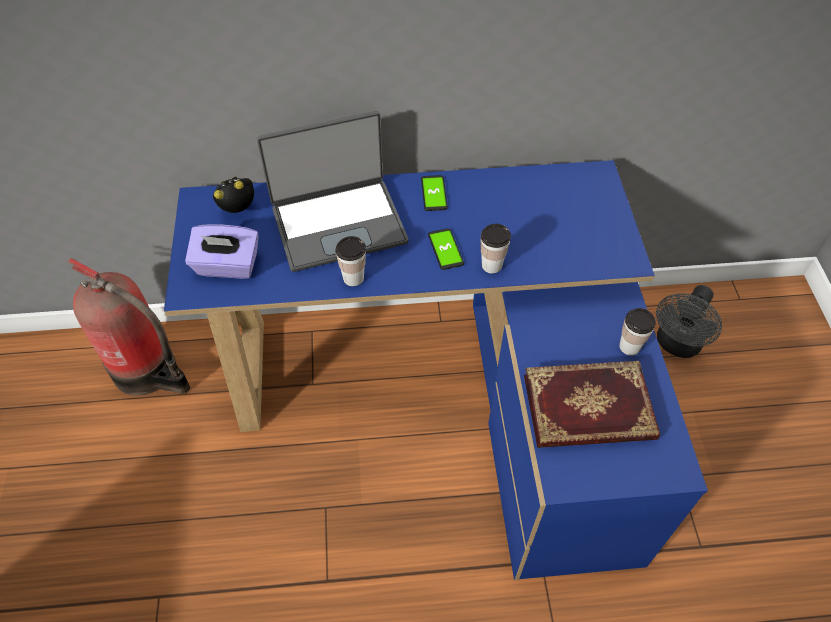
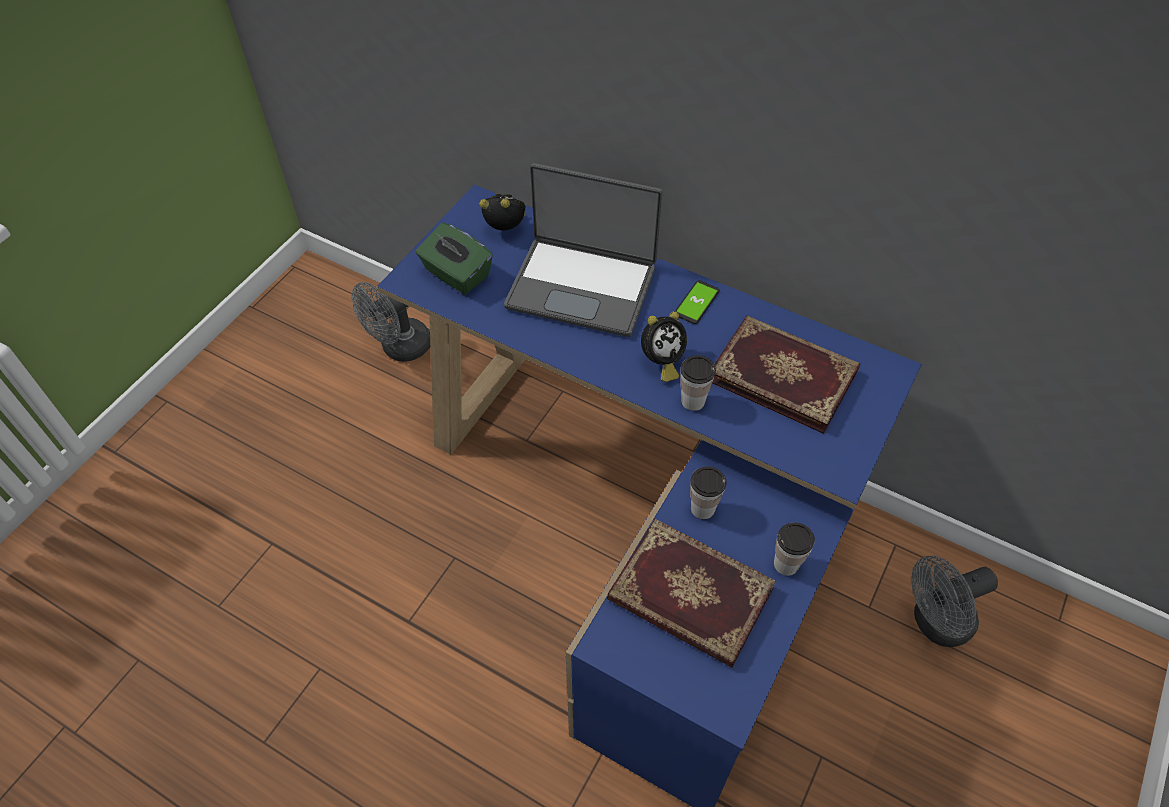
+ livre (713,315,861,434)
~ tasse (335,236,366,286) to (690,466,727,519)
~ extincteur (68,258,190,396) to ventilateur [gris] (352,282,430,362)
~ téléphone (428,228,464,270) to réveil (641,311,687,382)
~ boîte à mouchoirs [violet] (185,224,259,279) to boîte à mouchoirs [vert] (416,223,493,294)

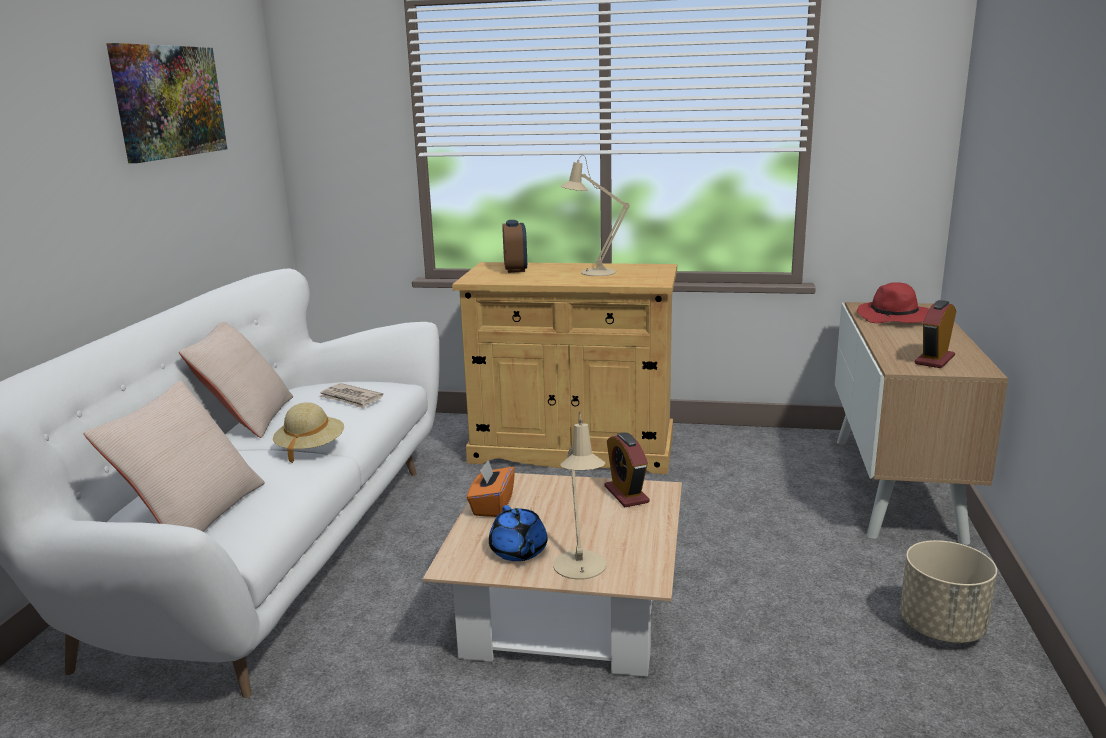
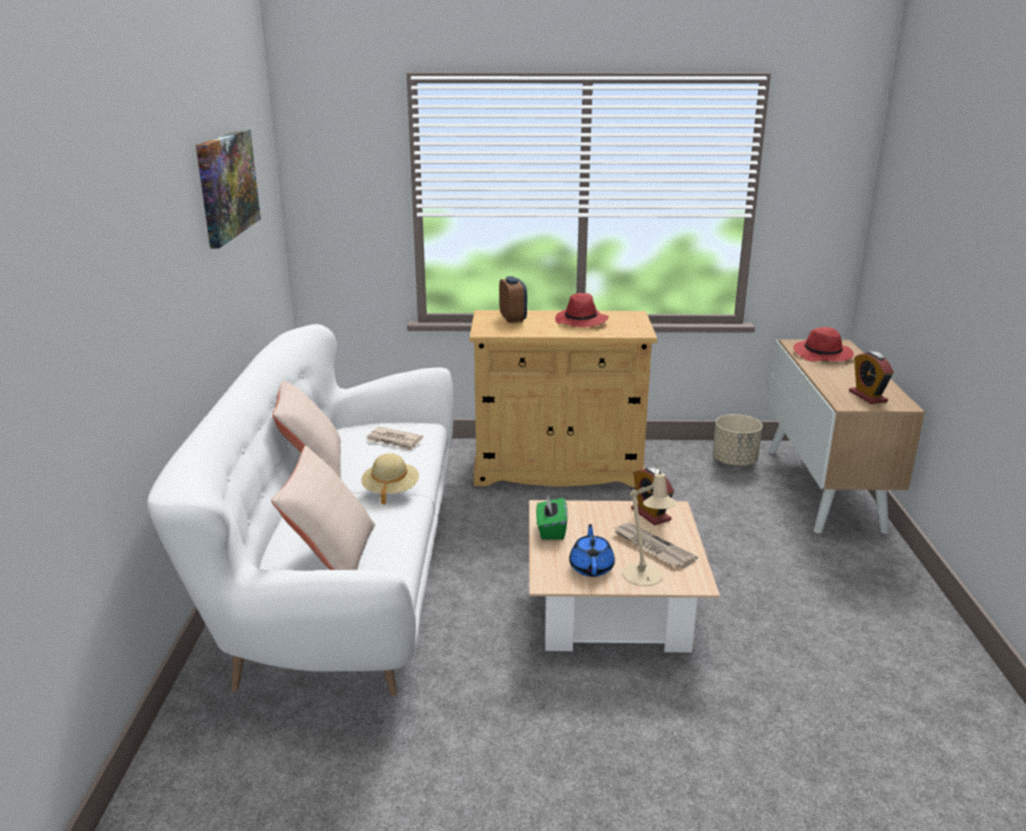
+ journal (613,523,698,568)
~ cache-pot [beige] (900,540,997,643) to (713,414,762,466)
~ lampe de table [beige] (561,155,630,276) to chapeau [rouge] (555,293,609,327)
~ boîte à mouchoirs [orange] (467,460,515,517) to boîte à mouchoirs [vert] (536,496,568,540)
~ théière [bleu] (489,505,548,561) = (569,524,615,577) 150 degrees counterclockwise
~ réveil (915,300,956,368) = (849,351,894,404) 45 degrees counterclockwise

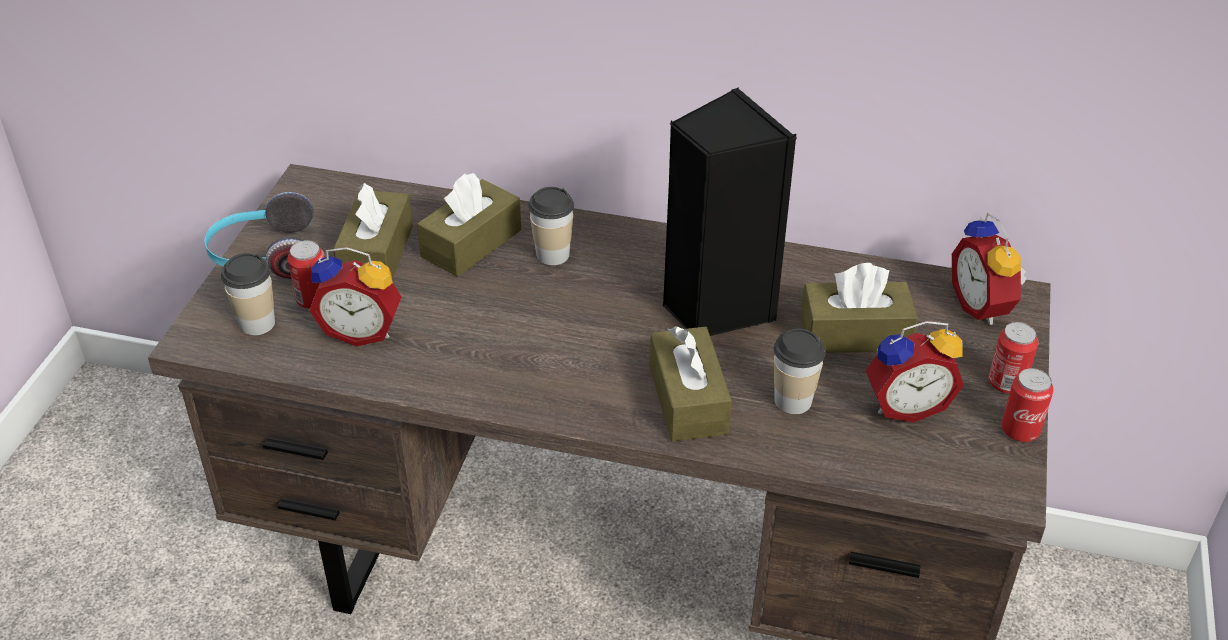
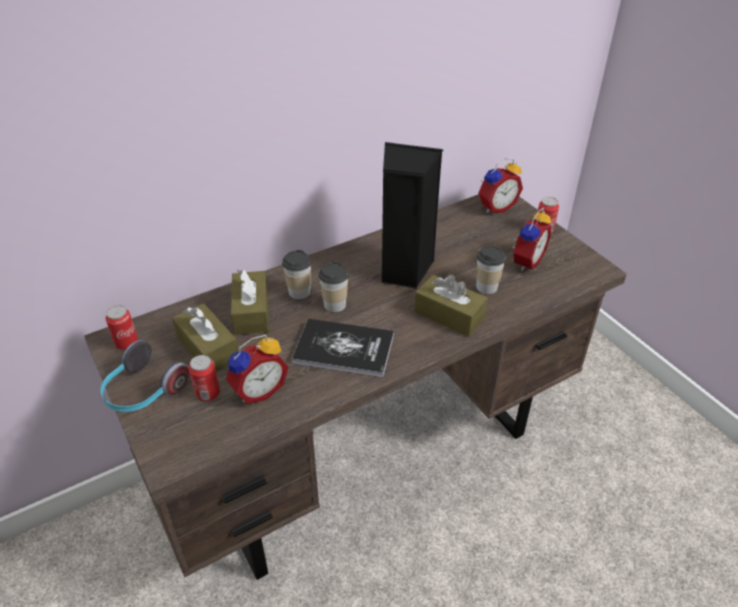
- boîte à mouchoirs [marron] (800,263,918,353)
+ livre (292,319,394,377)
~ tasse (221,253,275,335) to (319,262,348,313)
~ boîte métallique (1001,368,1054,442) to (106,306,138,350)
~ réveil (952,212,1027,325) = (478,158,523,213) 60 degrees counterclockwise

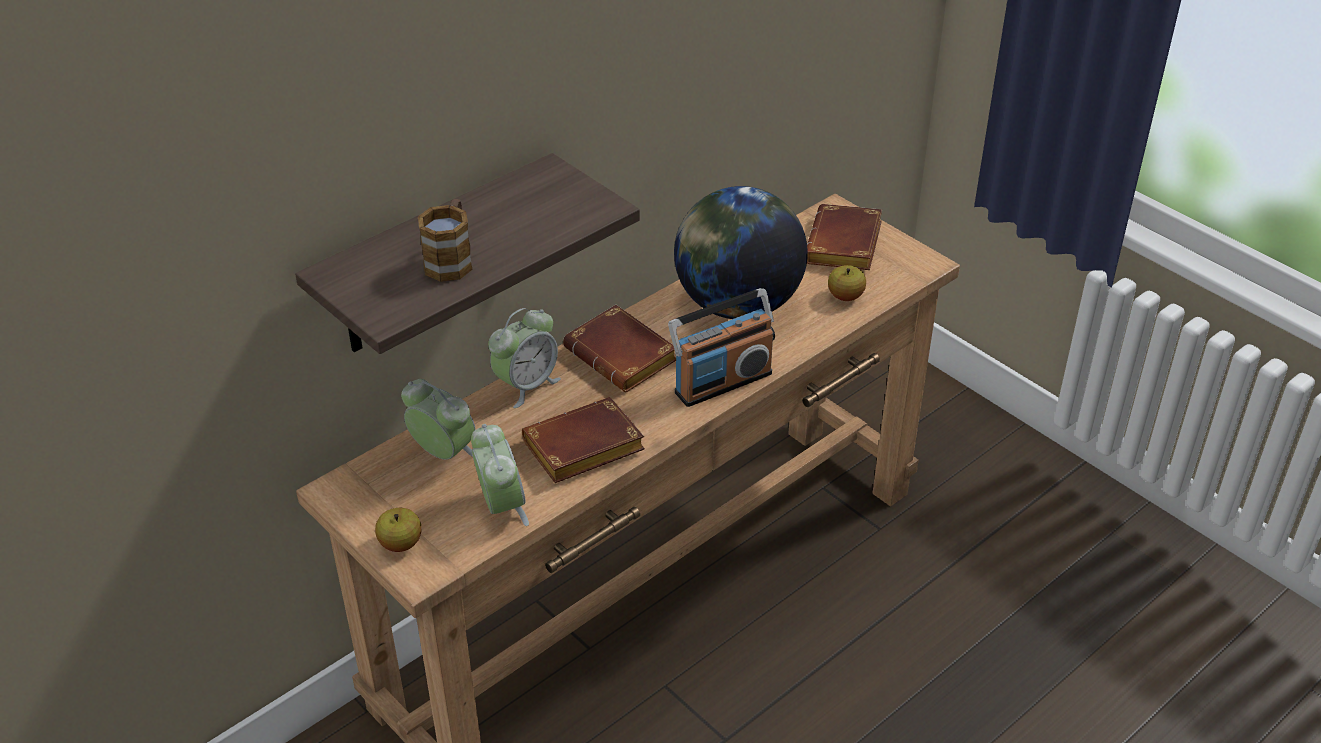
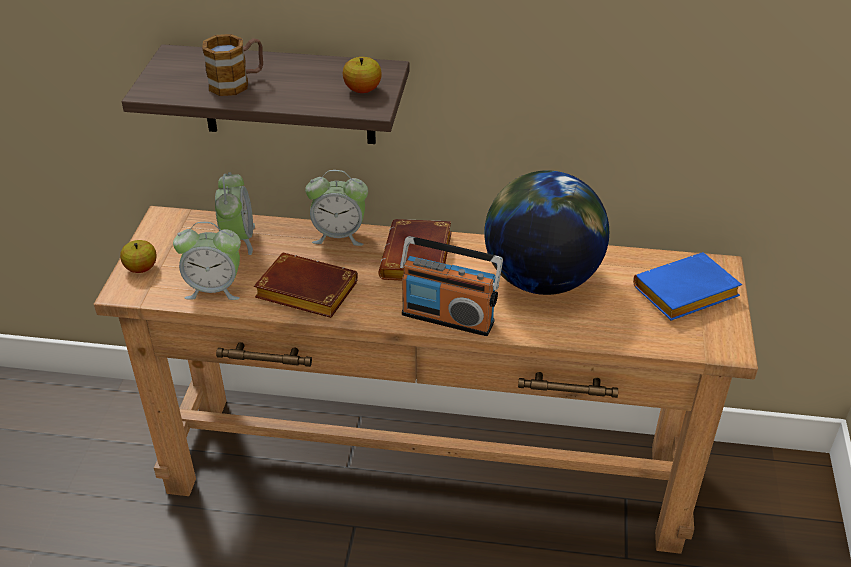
~ pomme (828,265,866,301) to (343,57,382,93)
~ livre [marron] (807,204,882,270) to livre [bleu] (633,252,742,321)
~ réveil (471,424,529,526) = (173,222,241,300) 60 degrees clockwise

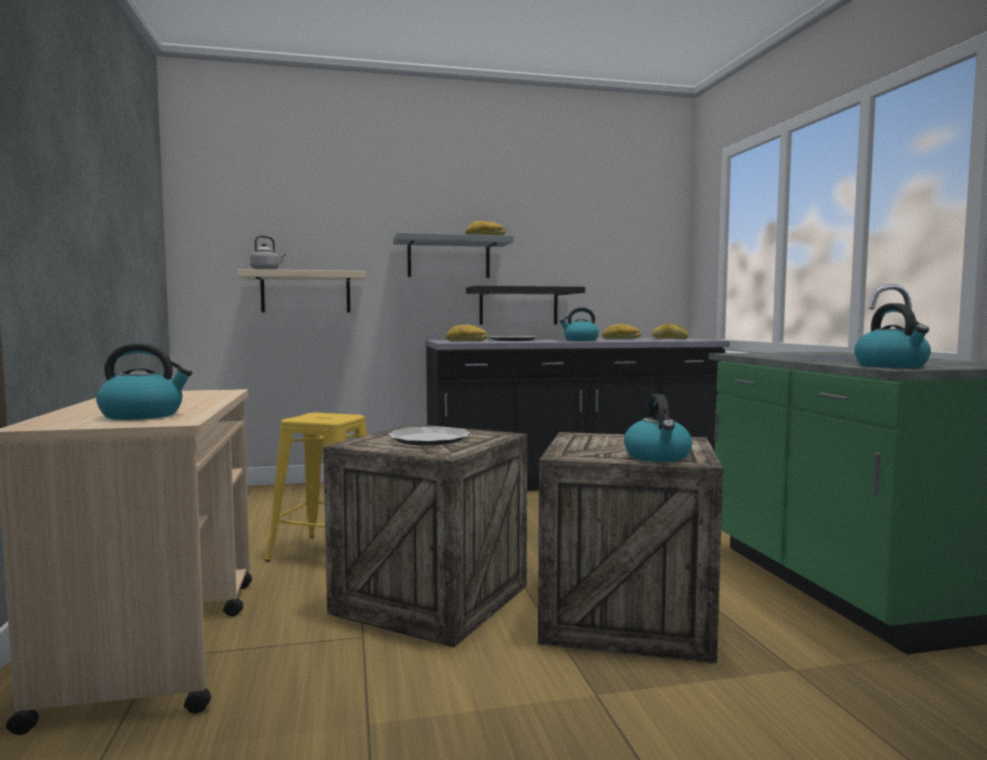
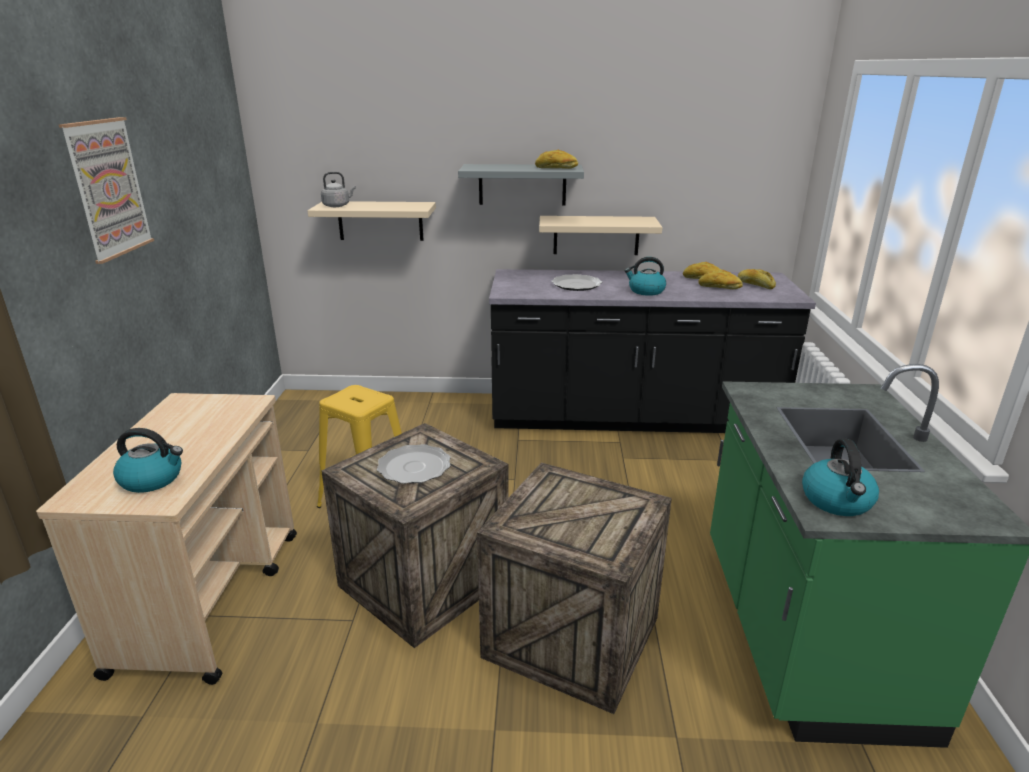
- bouilloire (624,394,692,462)
+ tableau (59,117,154,264)
~ pain (446,324,488,341) to (698,270,743,289)
~ étagère [noir] (466,285,585,325) to étagère [beige] (539,216,662,255)

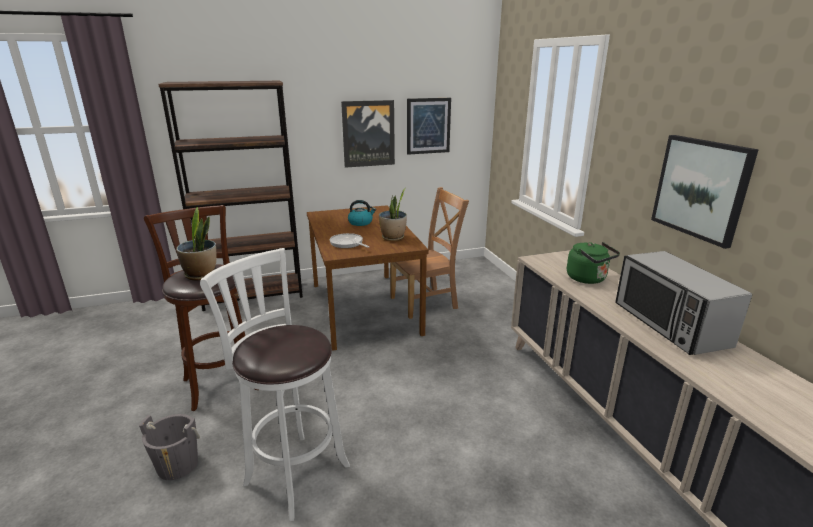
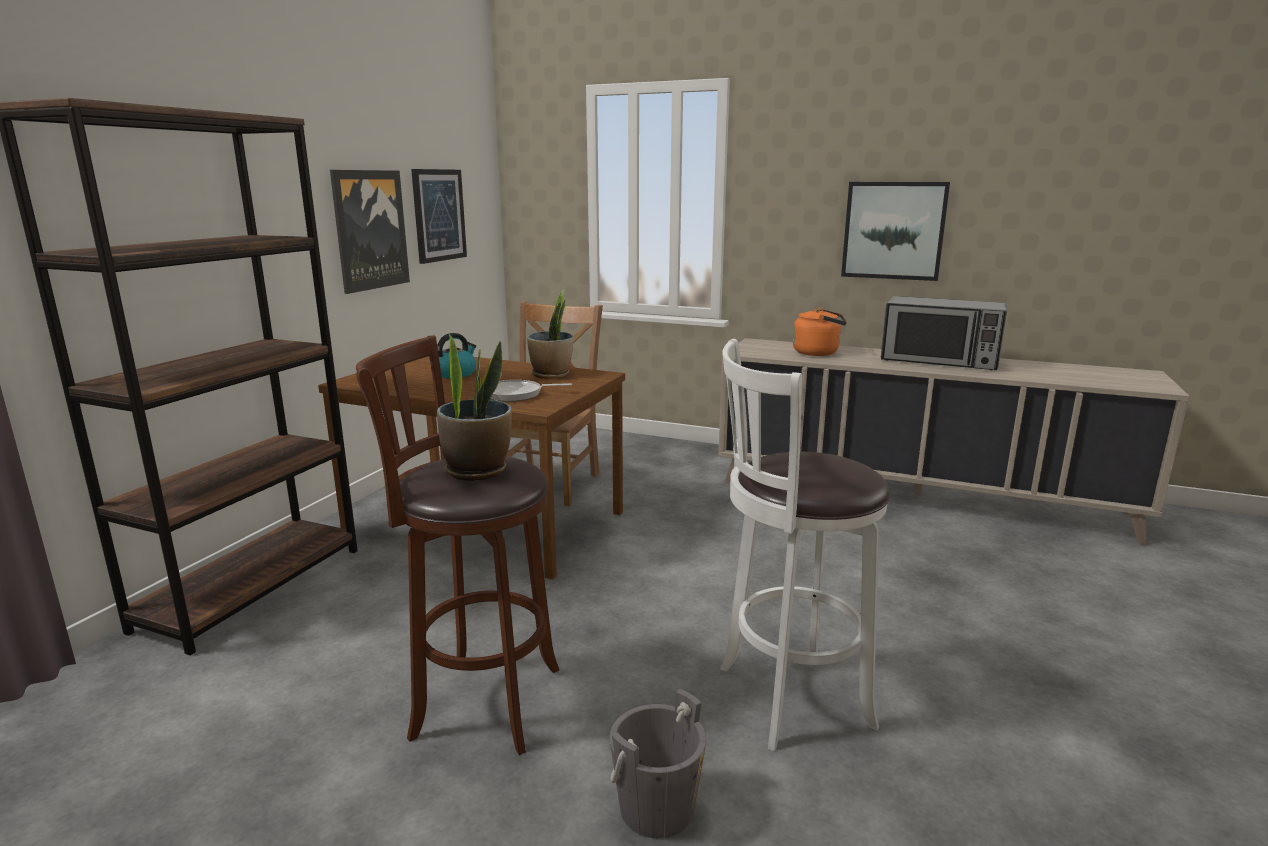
~ bouilloire [vert] (567,242,620,284) to bouilloire [orange] (793,308,847,356)

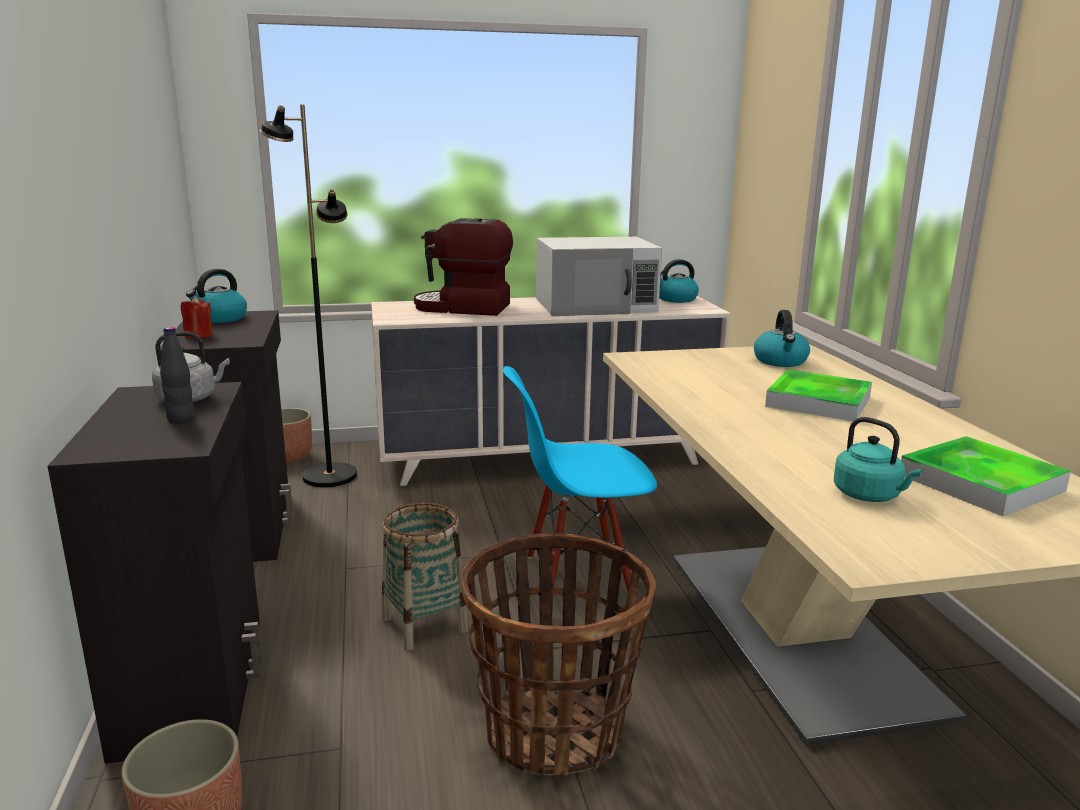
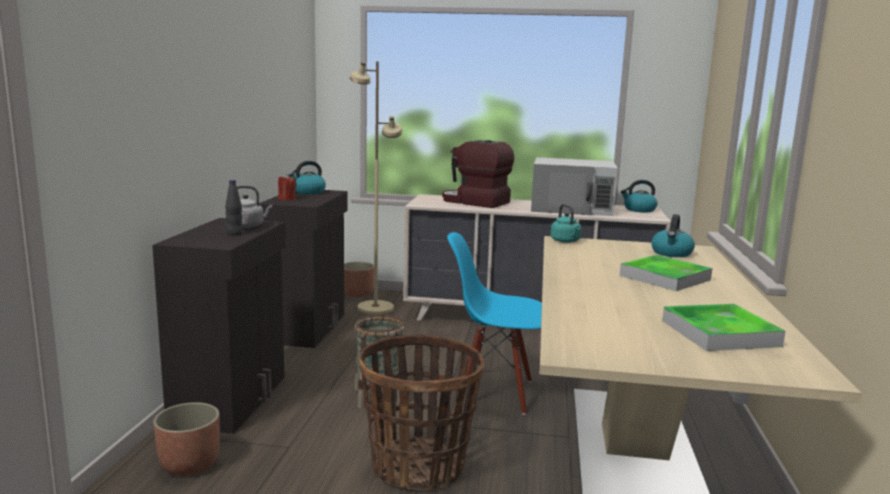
~ bouilloire [turquoise] (834,417,922,502) to (551,204,582,243)
~ lampadaire [noir] (260,105,357,487) to lampadaire [beige] (350,61,402,315)

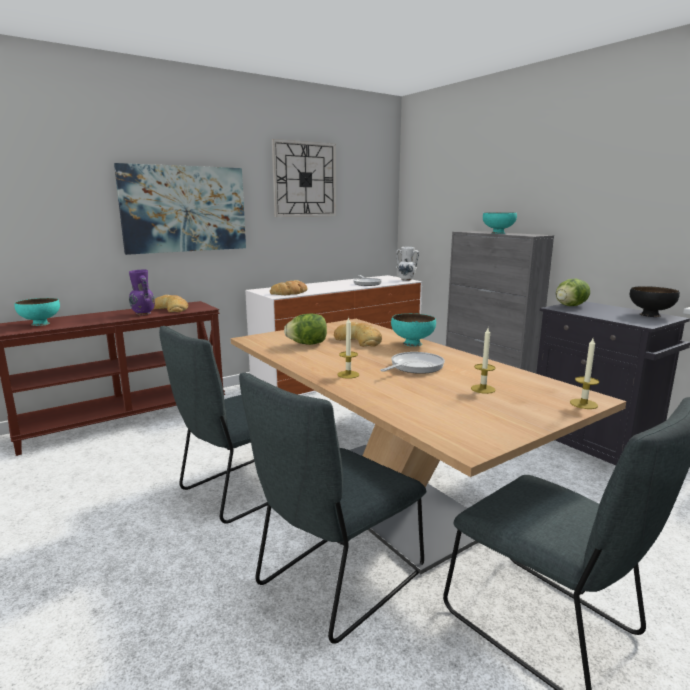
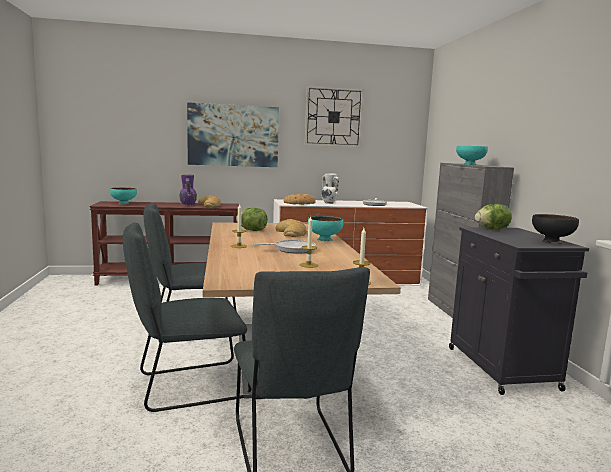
~ vase [blanc] (396,247,419,281) to (321,173,339,204)

